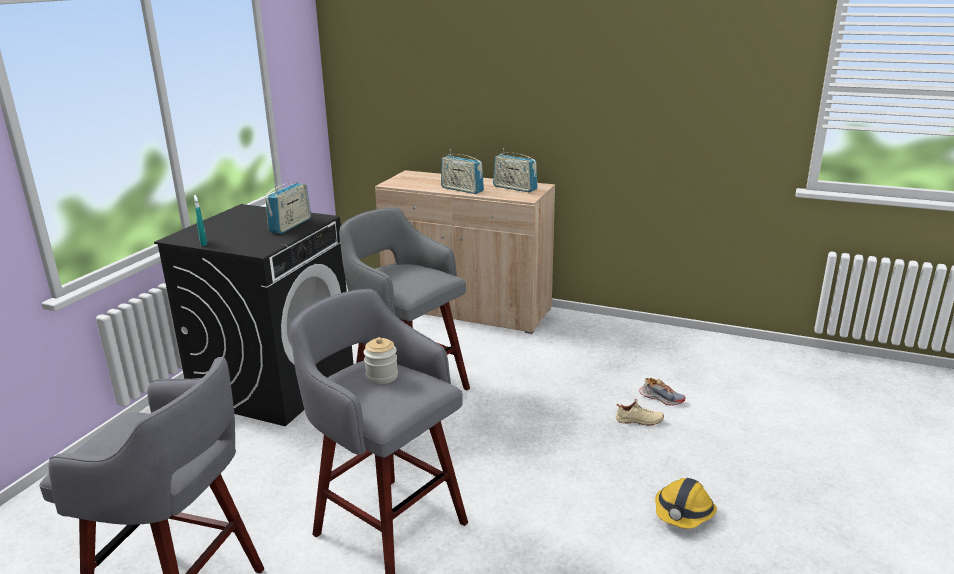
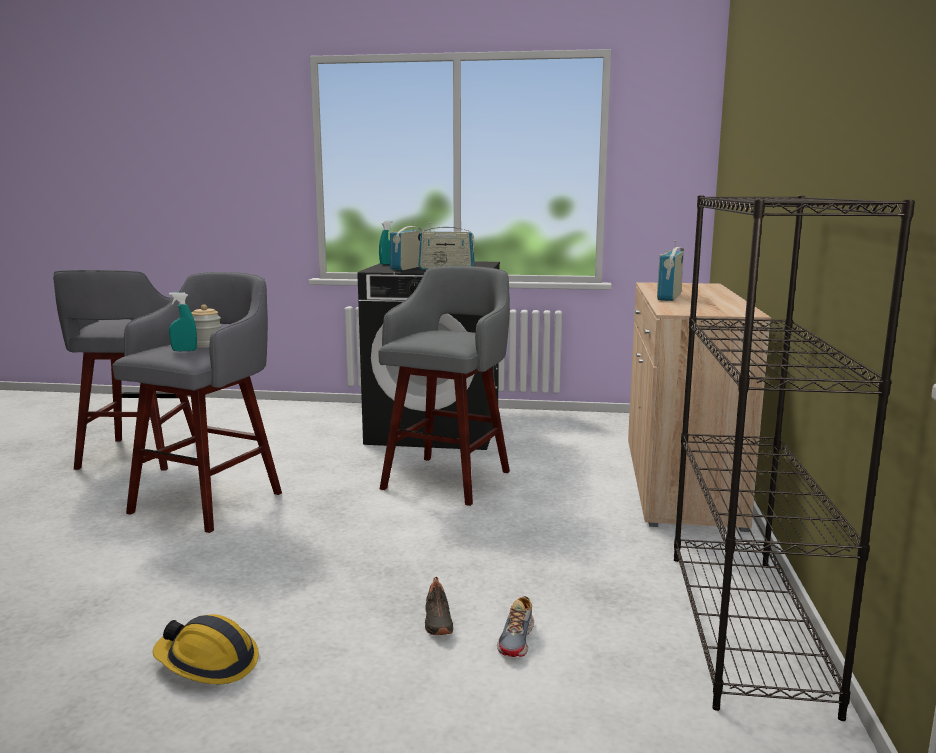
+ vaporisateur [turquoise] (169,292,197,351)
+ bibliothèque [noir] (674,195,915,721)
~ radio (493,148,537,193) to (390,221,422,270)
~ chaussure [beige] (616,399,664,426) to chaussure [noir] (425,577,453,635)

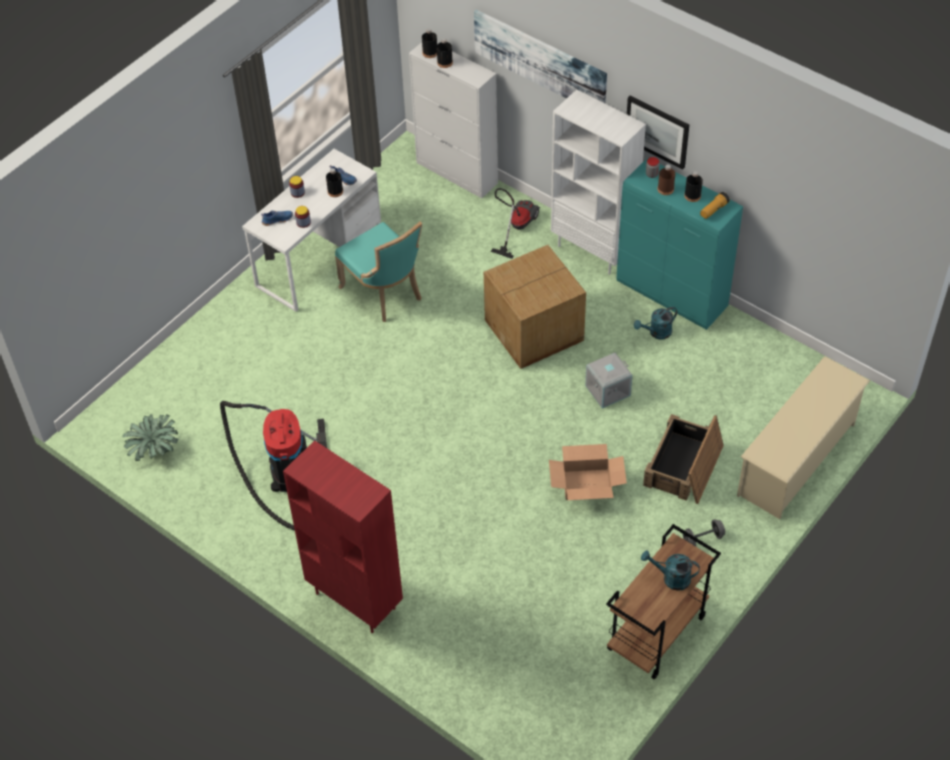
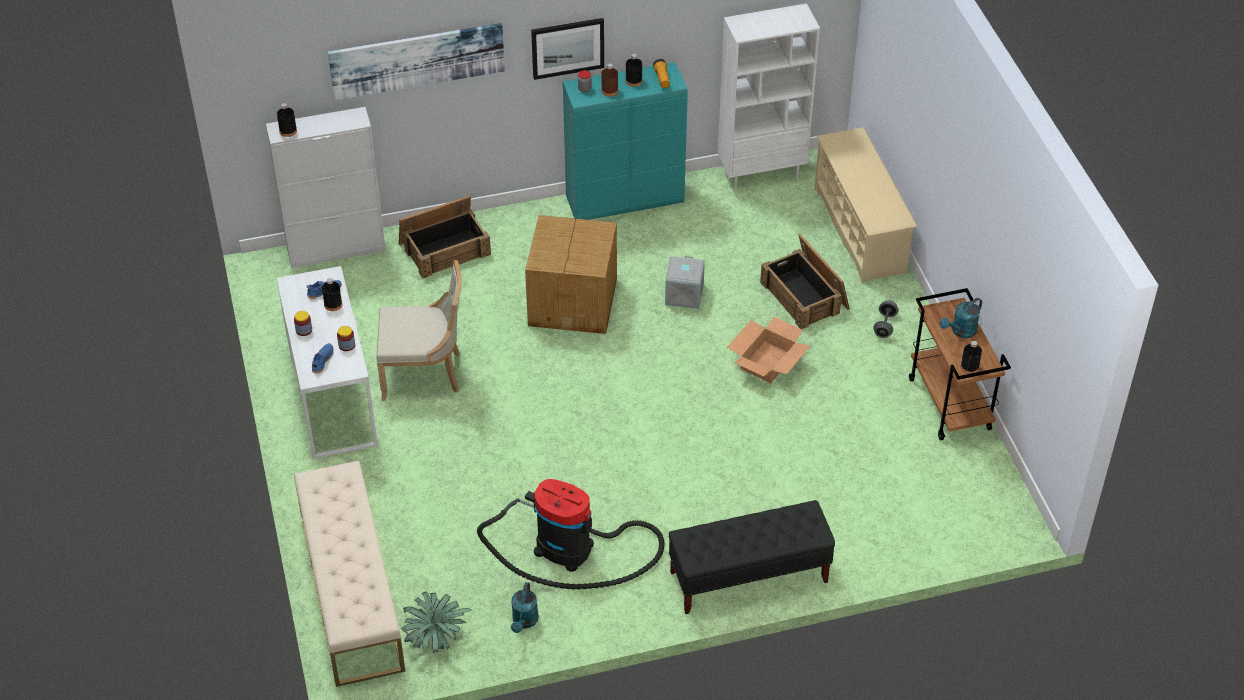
+ banc [beige] (294,461,405,687)
~ bouteille [noir] (437,38,453,68) to (960,341,982,374)
~ bibliothèque [blanc] (551,89,646,275) to (718,4,820,191)
~ arrosoir [turquoise] (634,307,677,340) to (511,582,539,633)
~ bibliothèque [rouge] (283,440,403,633) to banc [noir] (669,500,835,614)
~ aspirateur (490,188,540,259) to caisse (399,196,491,279)
~ chaise [turquoise] (335,221,422,322) to chaise [beige] (377,260,462,401)

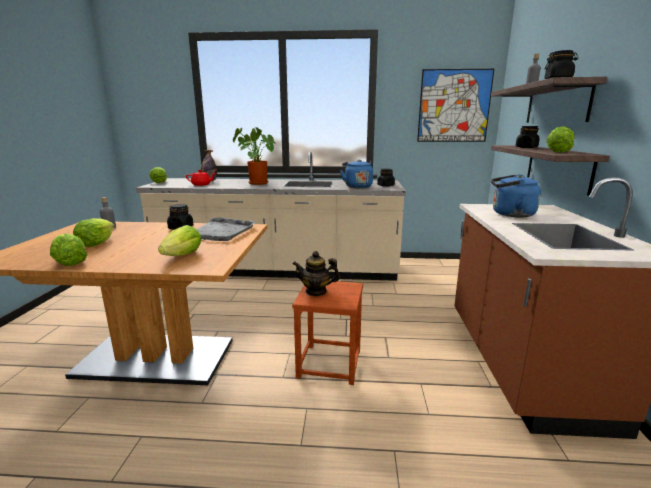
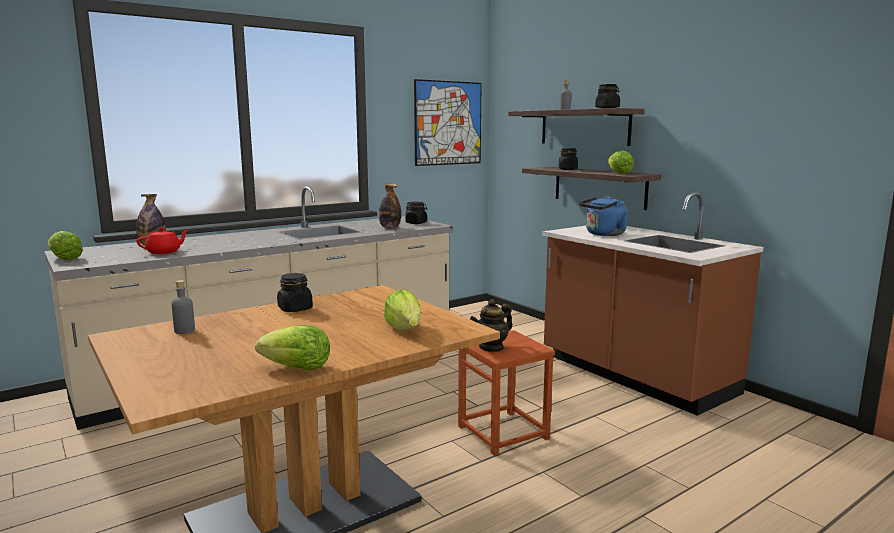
- laitue (73,218,114,247)
- plateau [gris] (197,217,256,241)
- plante en pot (233,127,275,185)
~ bouilloire [bleu] (340,159,373,188) to bouteille (379,183,401,228)

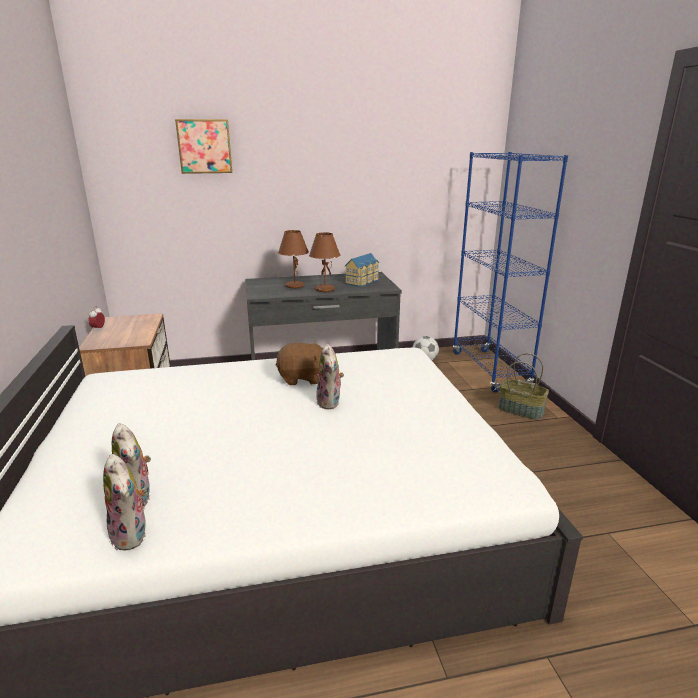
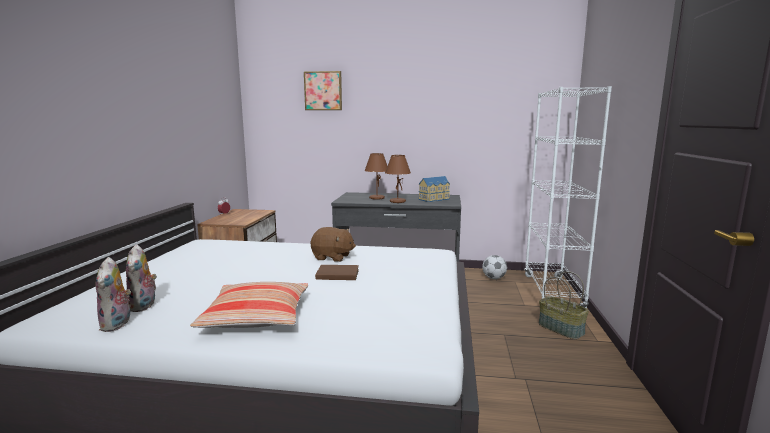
+ coussin (190,282,308,328)
~ peluche (316,344,344,409) to livre [marron] (315,265,359,280)
~ bibliothèque [bleu] (452,152,568,392) to bibliothèque [blanc] (524,86,612,309)

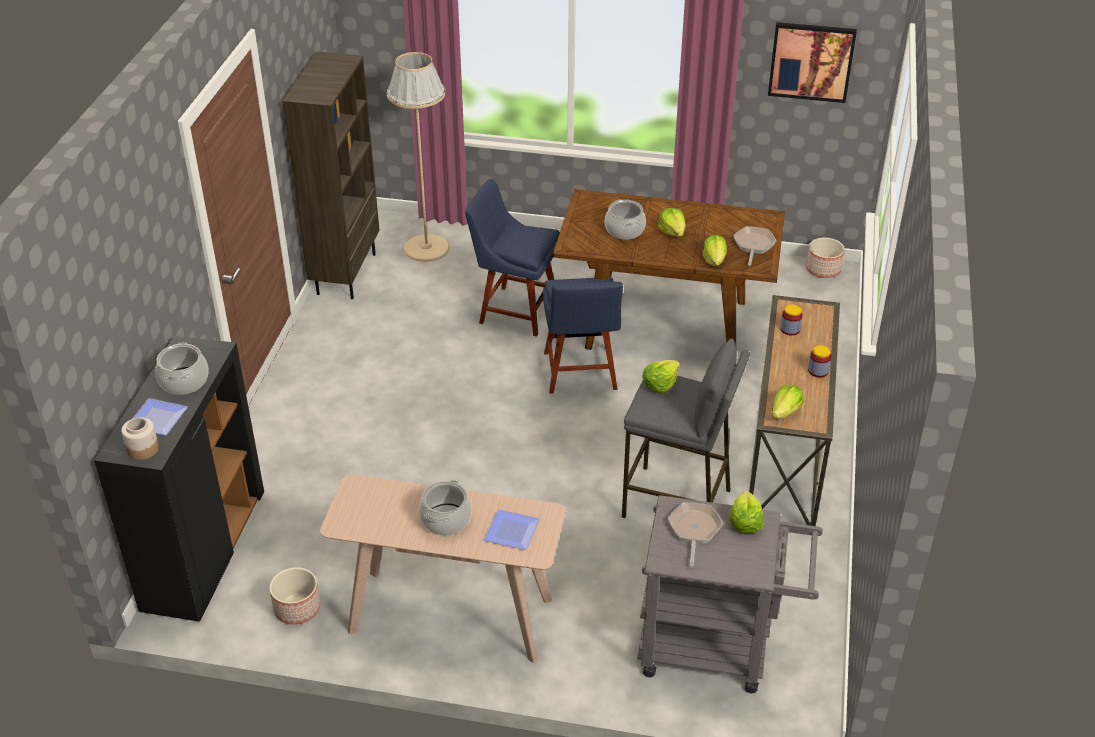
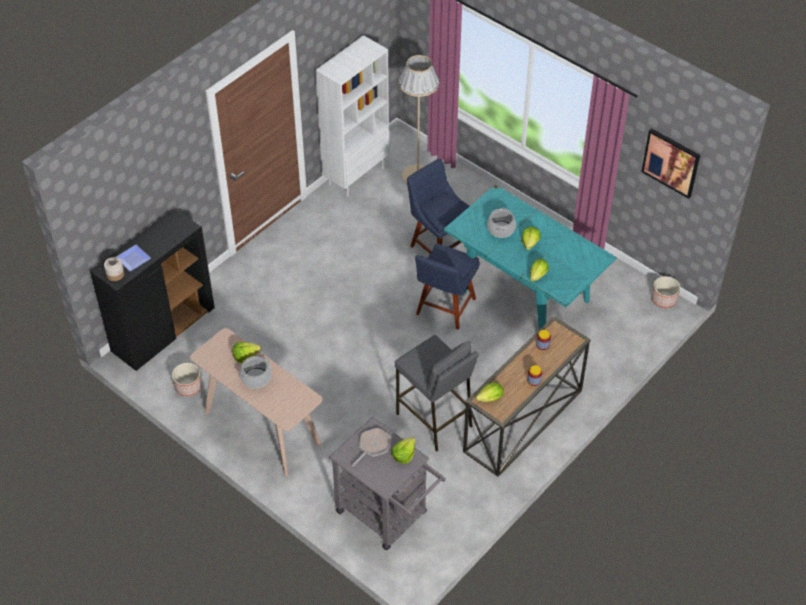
- marmite (155,342,209,395)
- assiette (484,509,540,550)
- poêle (733,226,777,266)
~ laitue (642,360,680,393) to (232,342,261,363)
~ bibliothèque [marron] (282,51,379,299) to bibliothèque [blanc] (315,35,389,197)
~ table à manger [marron] (553,189,785,367) to table à manger [turquoise] (444,184,617,330)

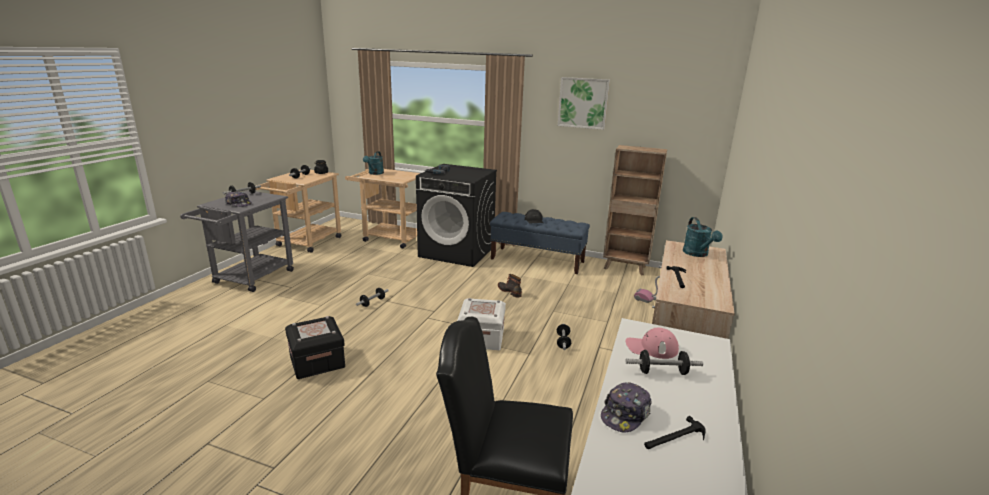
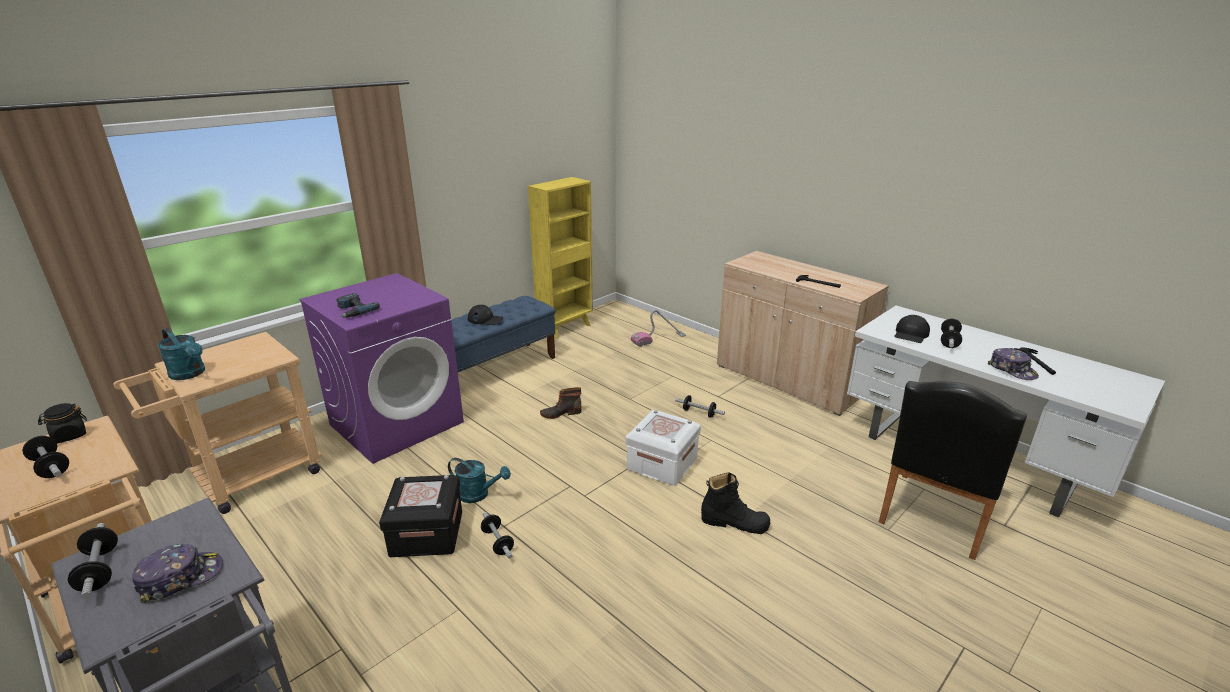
- tableau (558,77,610,130)
+ botte [noir] (701,473,770,534)
~ boîte de rangement [noir] (285,316,345,379) to (379,475,462,557)
~ arrosoir [turquoise] (683,217,723,257) to (448,458,511,503)
~ lave-linge [noir] (416,164,497,267) to lave-linge [violet] (299,273,464,464)
~ bibliothèque [marron] (603,145,667,275) to bibliothèque [jaune] (528,177,593,339)
~ casquette [rose] (626,328,679,359) to casquette [noir] (894,315,930,343)

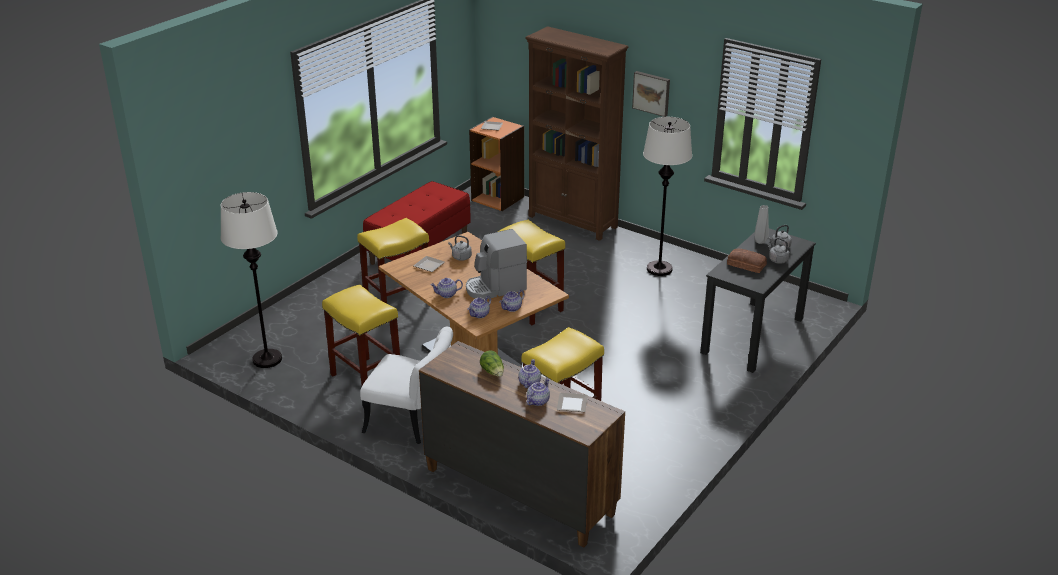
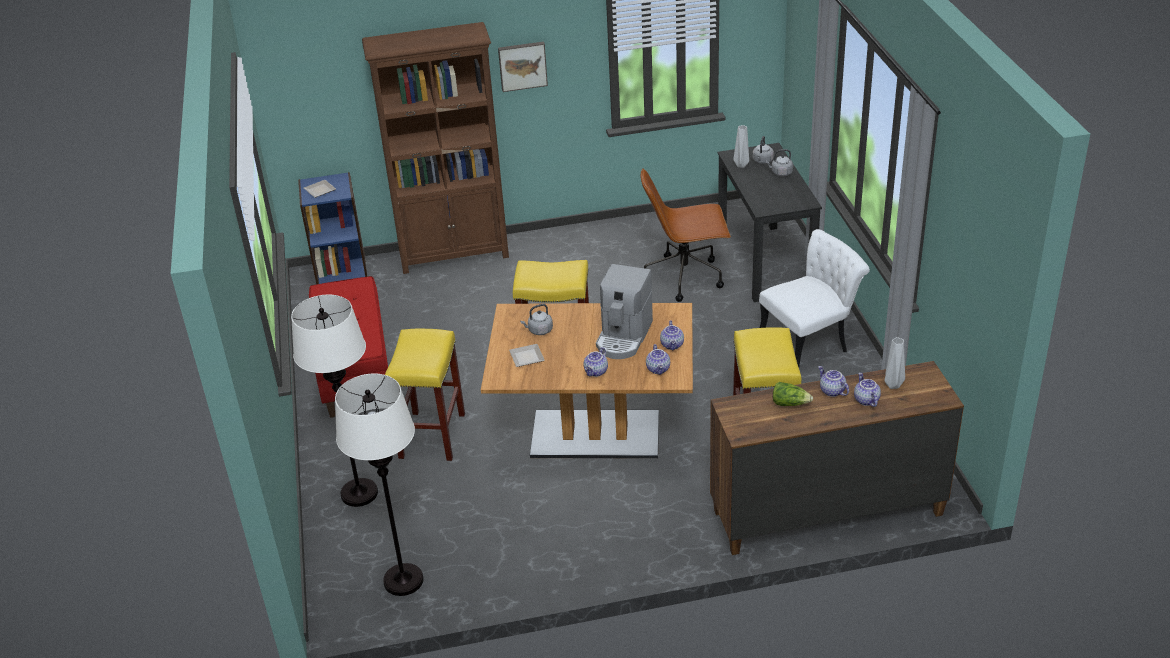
- tabouret [jaune] (322,284,400,385)
- pain (727,249,767,273)
+ chaise de bureau [marron] (641,168,731,302)
~ chaise [blanc] (360,326,453,444) to (759,229,870,367)
~ lampadaire [blanc] (643,117,692,276) to (291,295,378,507)
~ assiette (557,393,588,412) to vase [gris] (885,337,905,389)
~ bibliothèque [orange] (469,117,524,211) to bibliothèque [bleu] (298,172,368,284)

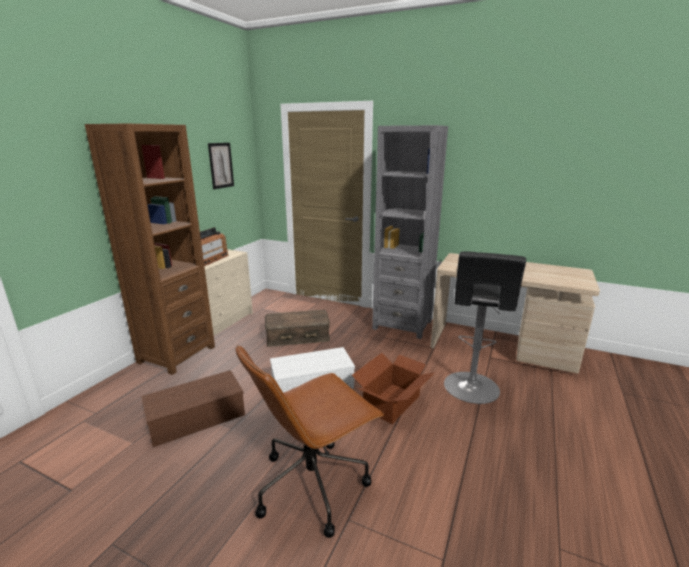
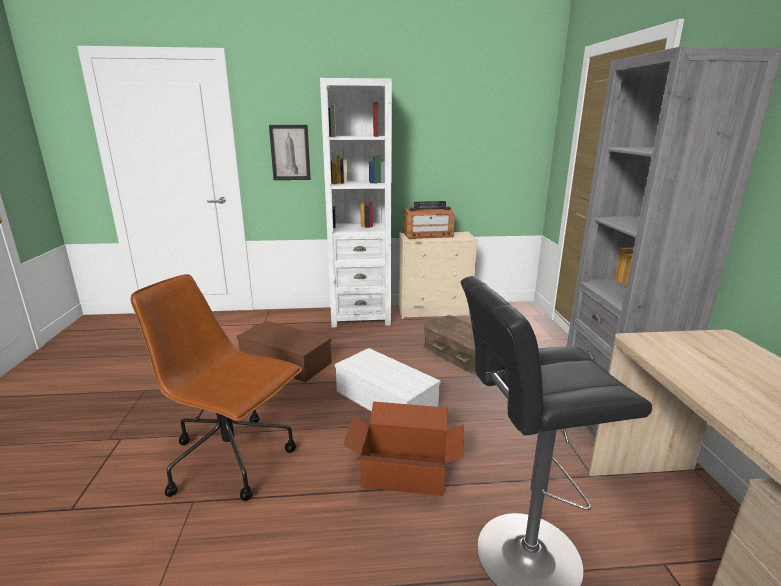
~ tableau (208,143,234,189) to (269,125,311,180)
~ bibliothèque [marron] (85,123,215,375) to bibliothèque [blanc] (320,78,392,327)

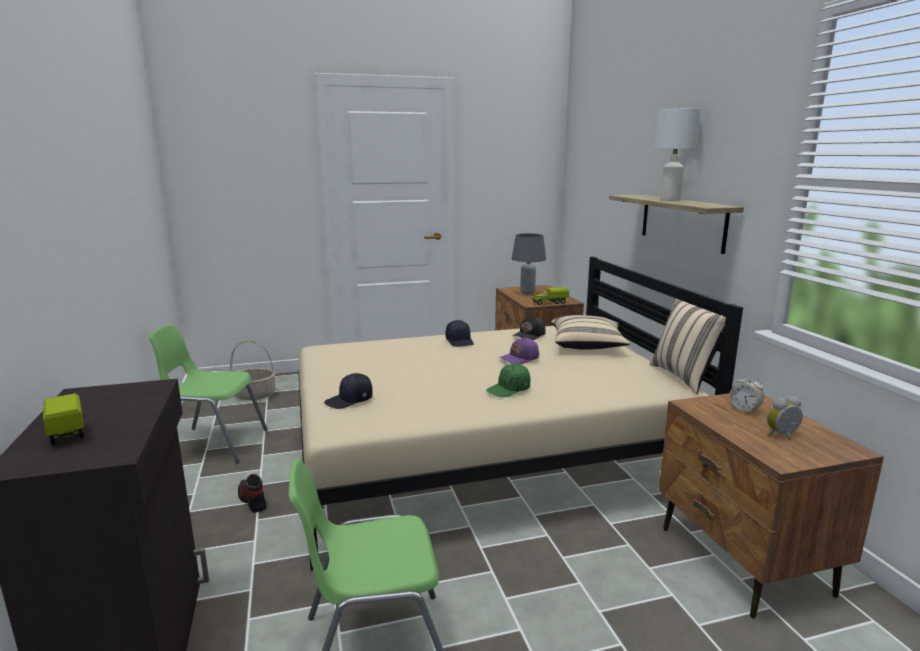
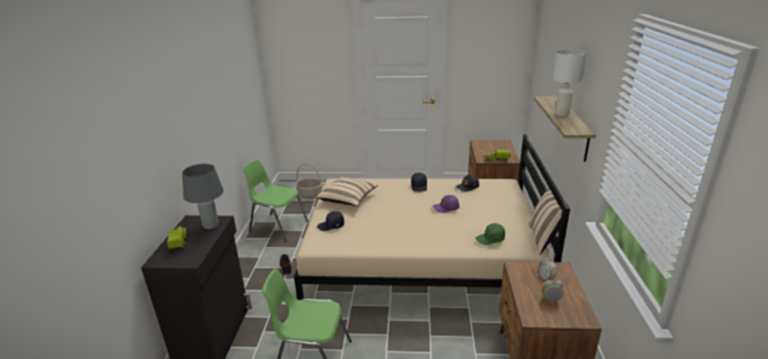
~ casquette [vert] (486,364,530,397) to (475,223,505,245)
~ lampe de table [gris] (512,233,546,294) to (182,164,224,230)
~ coussin [beige] (551,315,630,350) to (317,177,378,206)

